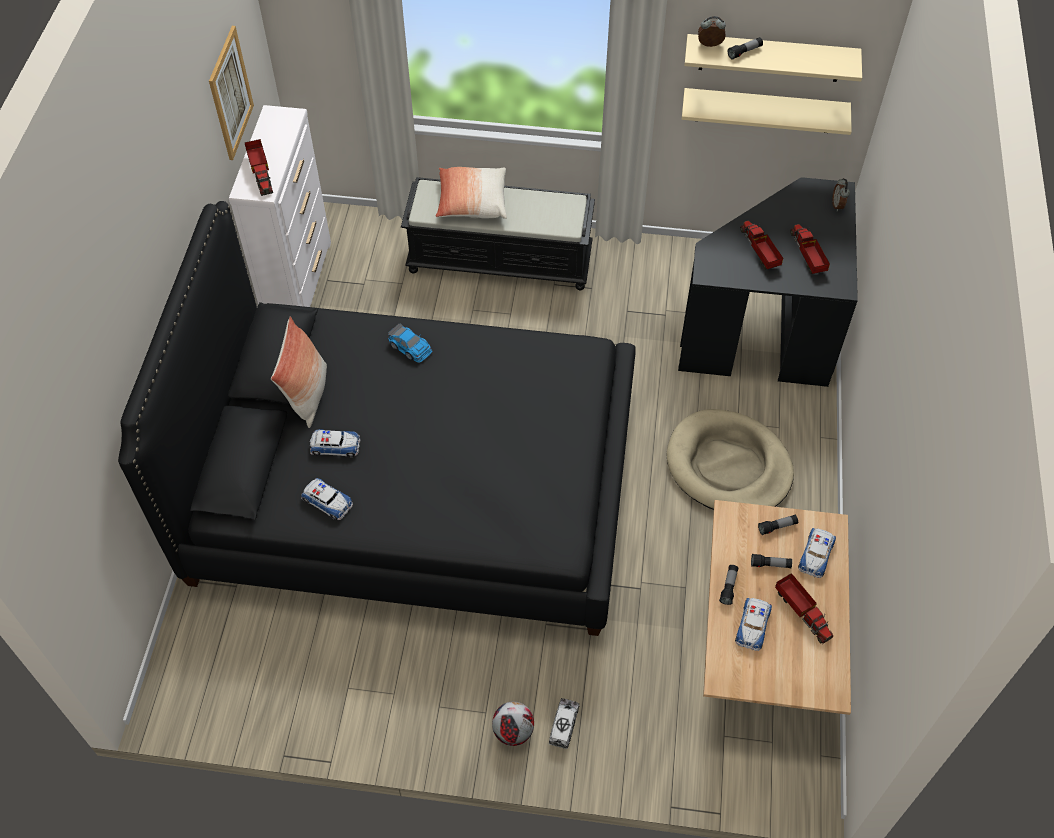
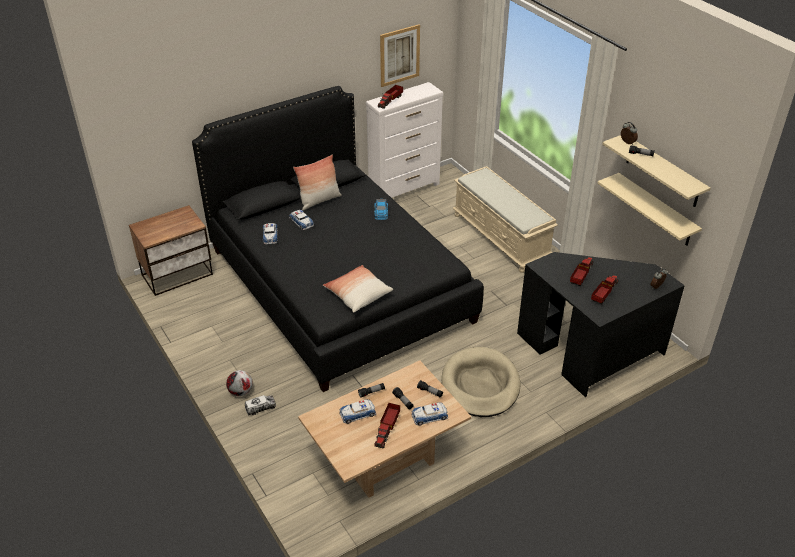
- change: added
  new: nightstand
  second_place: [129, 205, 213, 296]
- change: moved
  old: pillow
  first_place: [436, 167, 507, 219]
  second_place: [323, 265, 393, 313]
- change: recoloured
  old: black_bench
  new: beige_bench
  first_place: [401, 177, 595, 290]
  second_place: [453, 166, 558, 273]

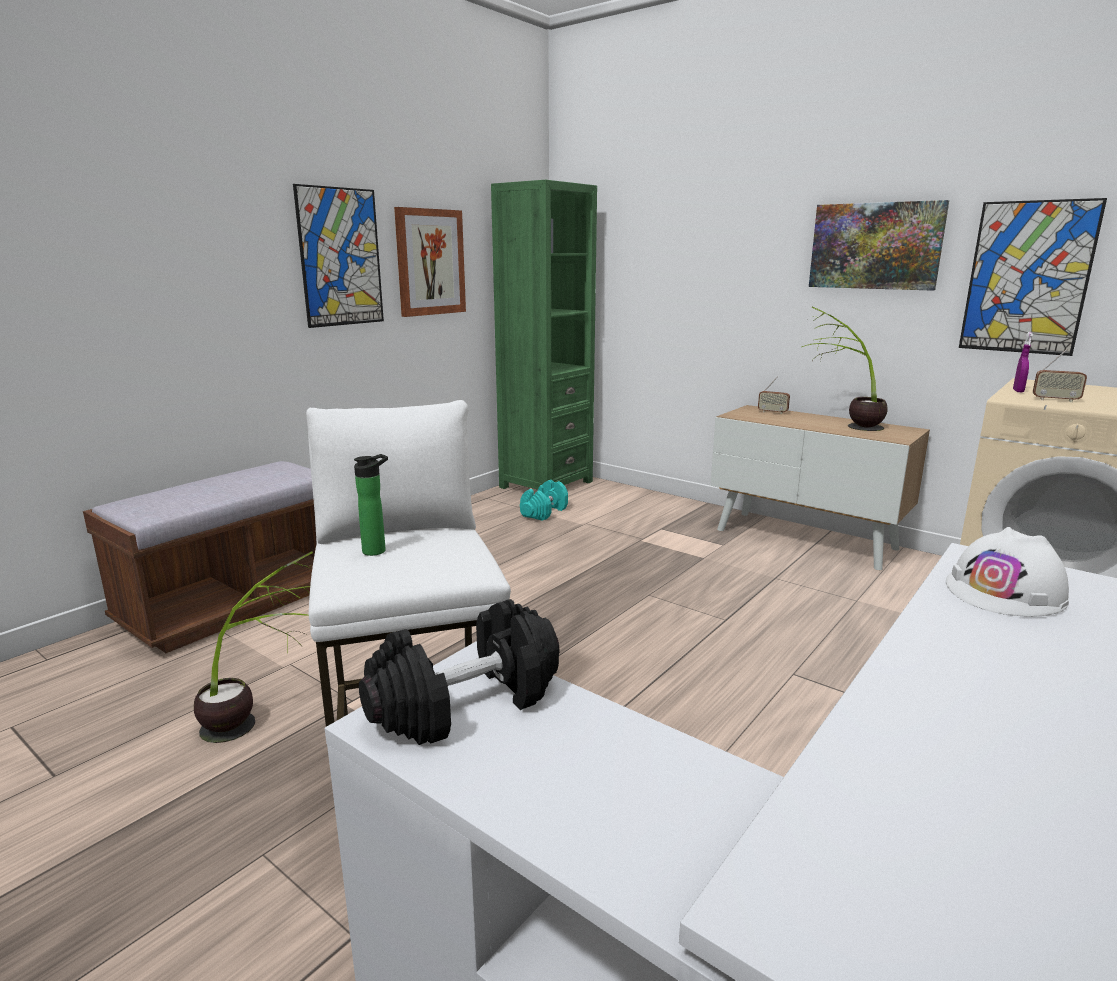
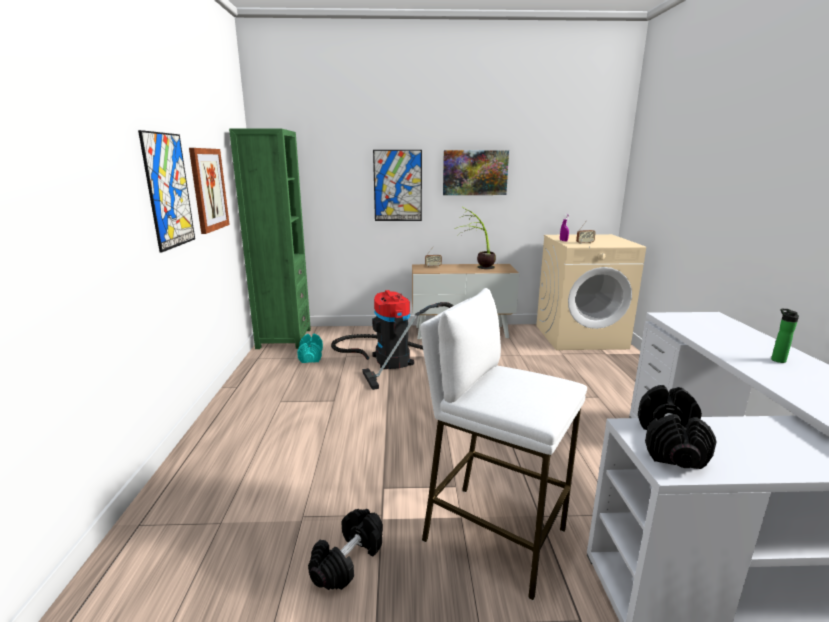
- change: replaced
  old: potted_plant
  new: black_dumbbell
  first_place: [194, 551, 313, 743]
  second_place: [308, 509, 383, 590]
- change: added
  new: vacuum_cleaner
  second_place: [331, 290, 453, 390]
- change: moved
  old: picture
  first_place: [959, 198, 1107, 356]
  second_place: [373, 150, 422, 221]
- change: moved
  old: bottle
  first_place: [354, 454, 388, 556]
  second_place: [771, 309, 799, 363]
- change: removed
  old: brown_bench
  first_place: [83, 461, 317, 653]
- change: removed
  old: white_hard_hat
  first_place: [946, 527, 1069, 617]

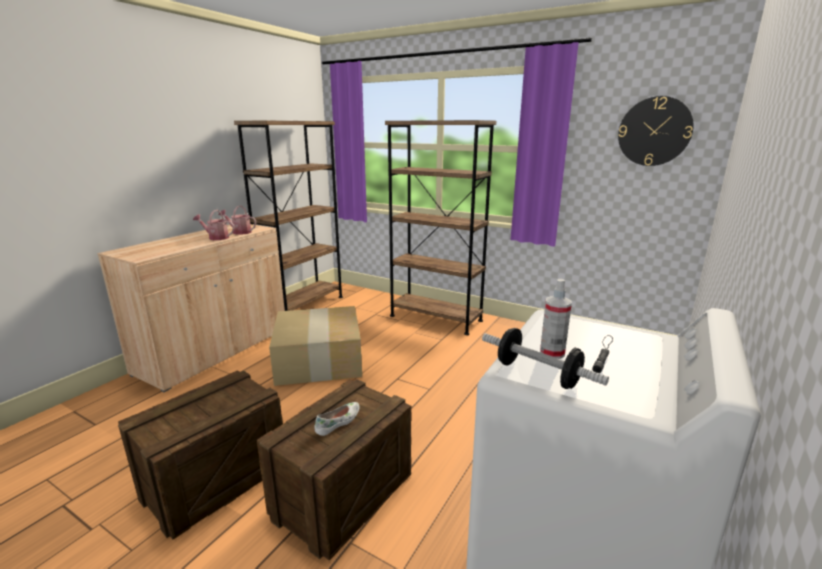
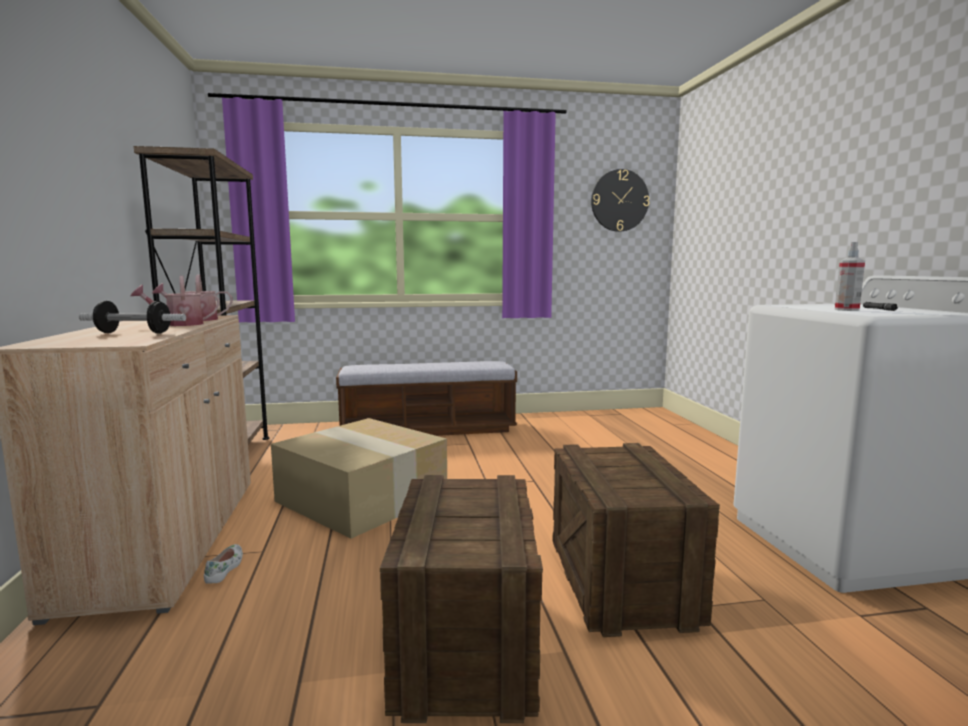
- change: moved
  old: dumbbell
  first_place: [482, 328, 609, 389]
  second_place: [79, 301, 186, 333]
- change: moved
  old: white_shoe
  first_place: [314, 402, 360, 436]
  second_place: [204, 544, 243, 583]
- change: replaced
  old: brown_bookcase
  new: bench
  first_place: [385, 120, 496, 335]
  second_place: [336, 361, 517, 436]

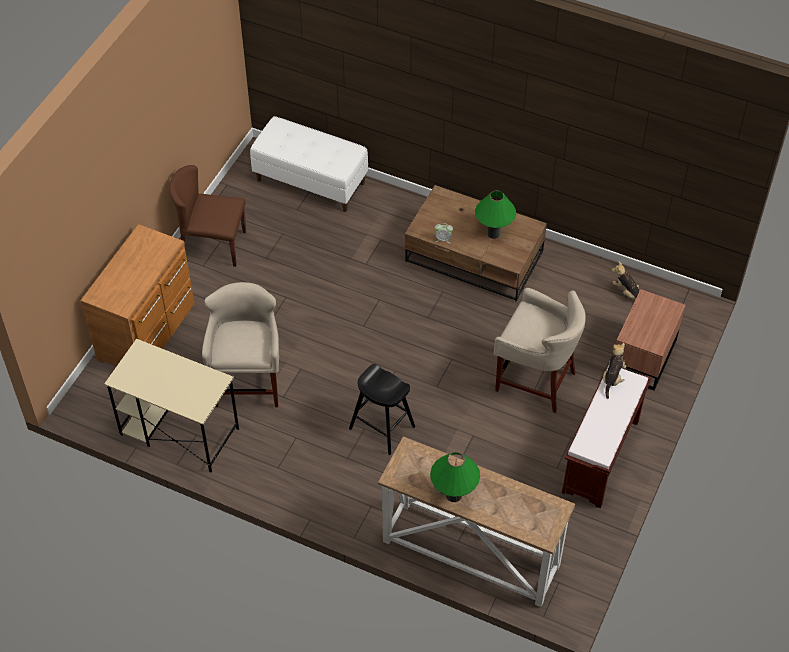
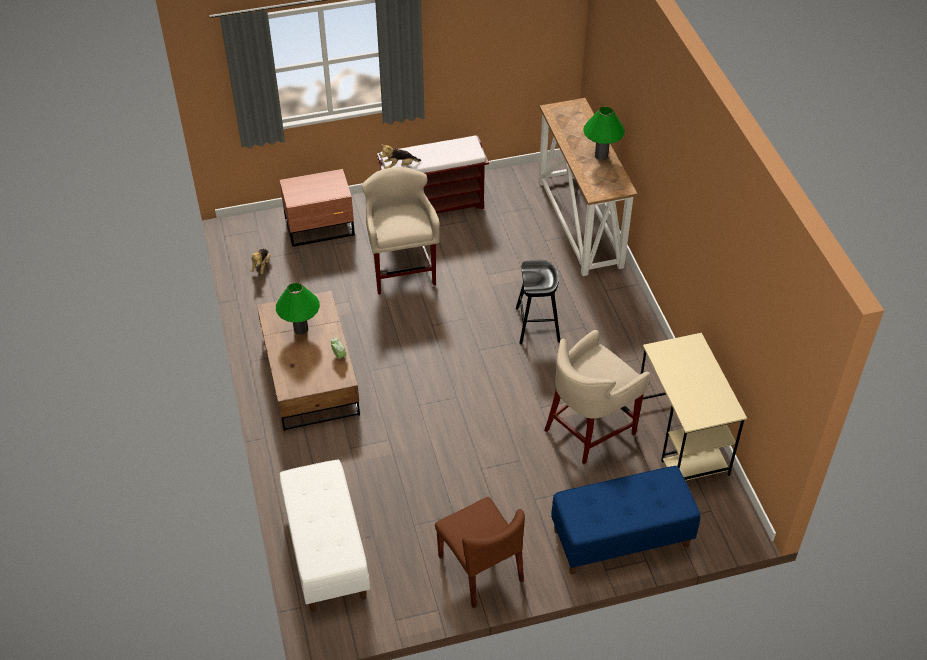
- change: replaced
  old: brown_dresser
  new: blue_bench
  first_place: [80, 224, 195, 366]
  second_place: [551, 466, 700, 575]

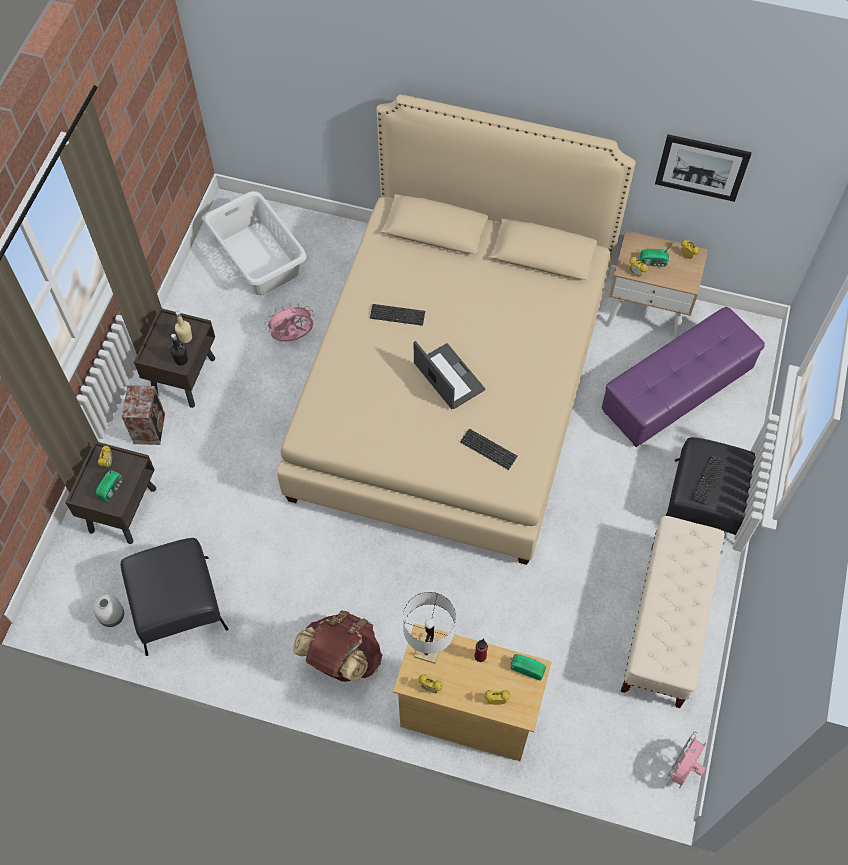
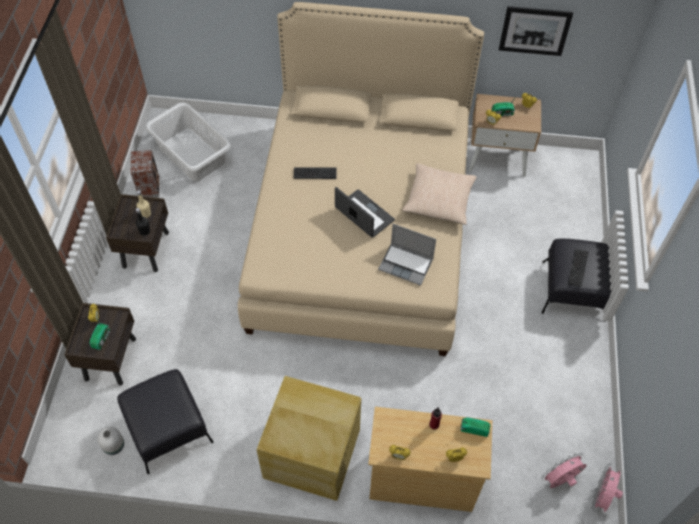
- change: moved
  old: speaker
  first_place: [122, 385, 165, 445]
  second_place: [131, 150, 159, 198]
- change: replaced
  old: brown_backpack
  new: beige_storage_box
  first_place: [293, 610, 382, 682]
  second_place: [256, 376, 361, 501]
- change: replaced
  old: keyboard
  new: laptop
  first_place: [460, 429, 517, 470]
  second_place: [378, 224, 436, 286]
- change: added
  new: beige_pillow
  second_place: [402, 164, 477, 225]
- change: moved
  old: pink_fan
  first_place: [265, 303, 314, 342]
  second_place: [541, 453, 587, 488]
- change: removed
  old: white_table_lamp
  first_place: [403, 592, 456, 664]
- change: removed
  old: purple_ottoman
  first_place: [602, 307, 765, 447]
- change: removed
  old: beige_bench
  first_place: [621, 516, 725, 708]

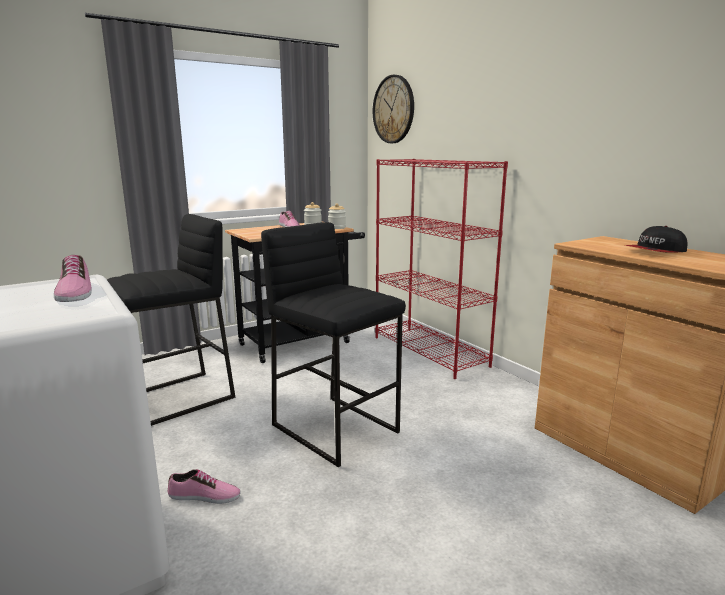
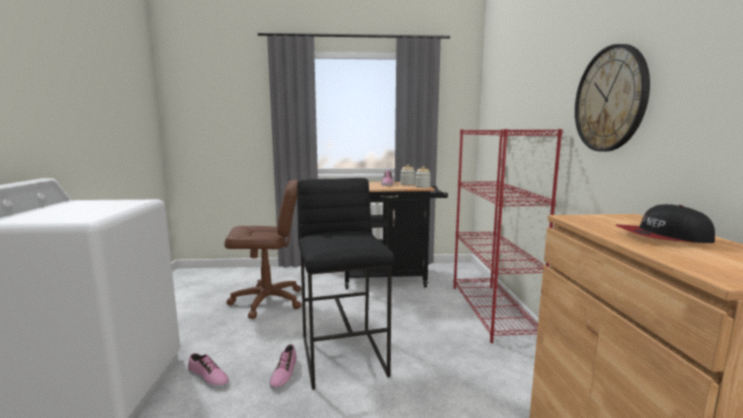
- change: replaced
  old: black_stool
  new: brown_office_chair
  first_place: [107, 214, 236, 426]
  second_place: [224, 180, 301, 319]
- change: moved
  old: shoe
  first_place: [54, 255, 92, 302]
  second_place: [269, 344, 297, 389]
- change: moved
  old: wall_clock
  first_place: [373, 75, 414, 143]
  second_place: [575, 44, 650, 152]

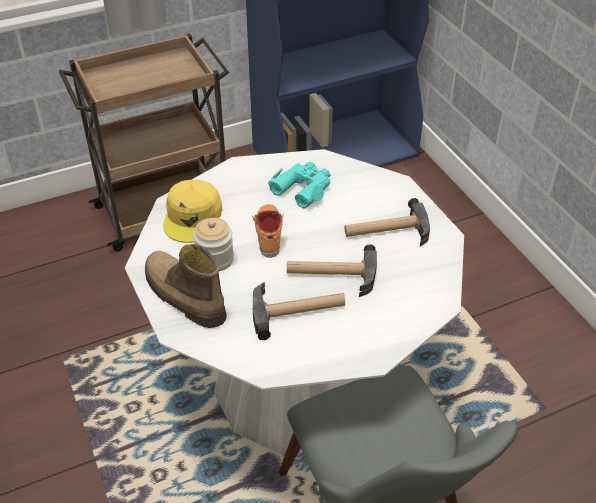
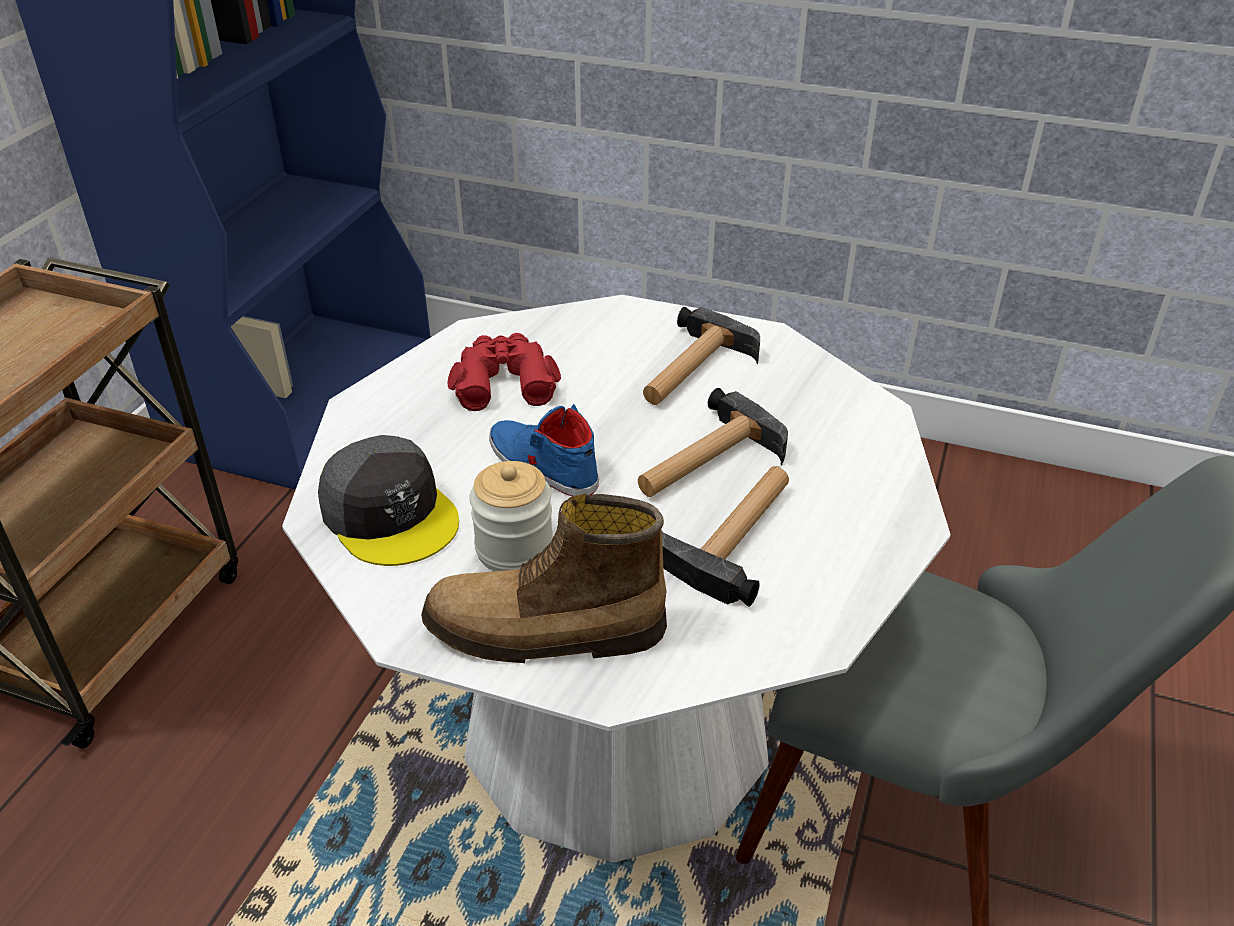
- change: recoloured
  old: yellow_cap
  new: grey_cap
  first_place: [163, 180, 222, 243]
  second_place: [318, 435, 459, 566]
- change: recoloured
  old: turquoise_binoculars
  new: red_binoculars
  first_place: [268, 162, 331, 209]
  second_place: [447, 333, 561, 411]
- change: recoloured
  old: orange_shoe
  new: blue_shoe
  first_place: [252, 204, 284, 258]
  second_place: [489, 404, 599, 496]

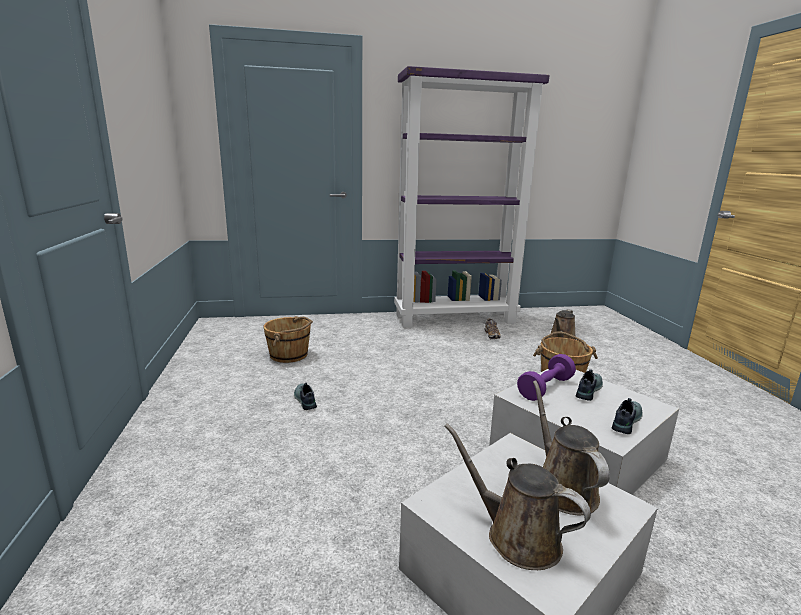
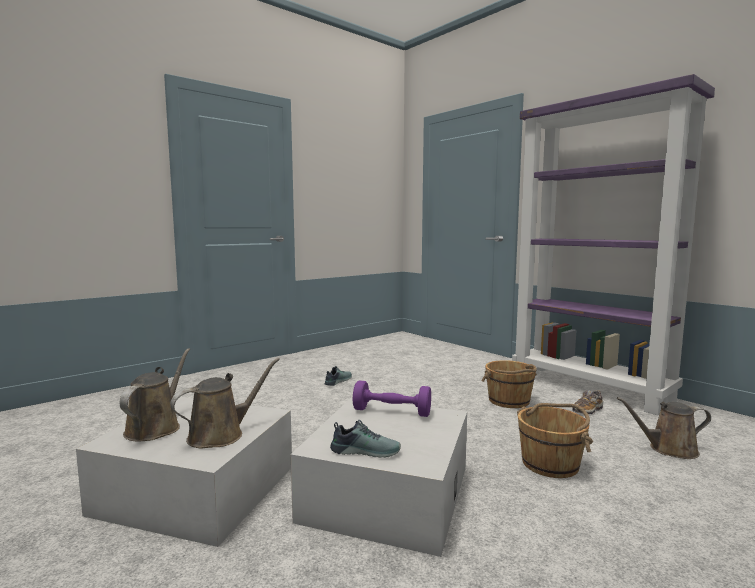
- change: moved
  old: brown_bucket
  first_place: [263, 316, 313, 363]
  second_place: [482, 360, 537, 408]
- change: removed
  old: shoe
  first_place: [576, 369, 603, 401]

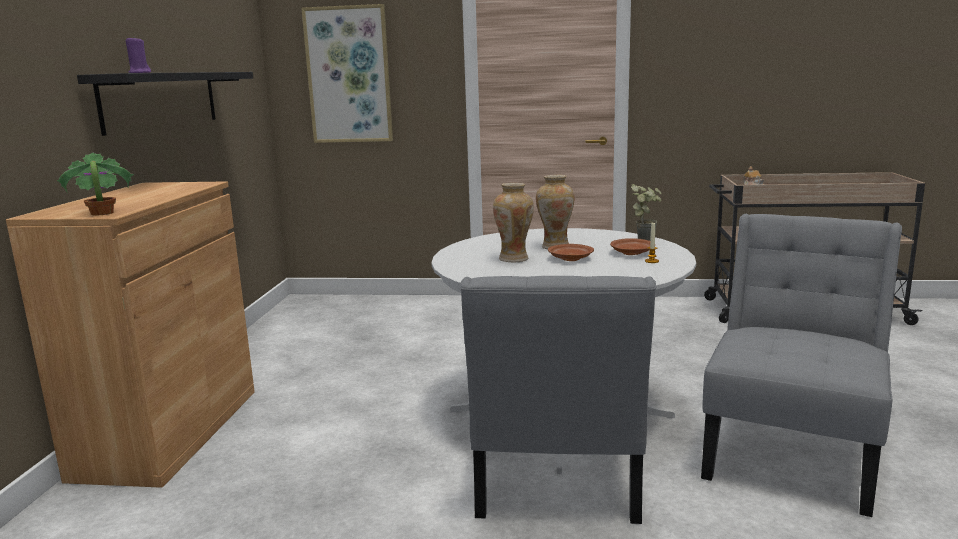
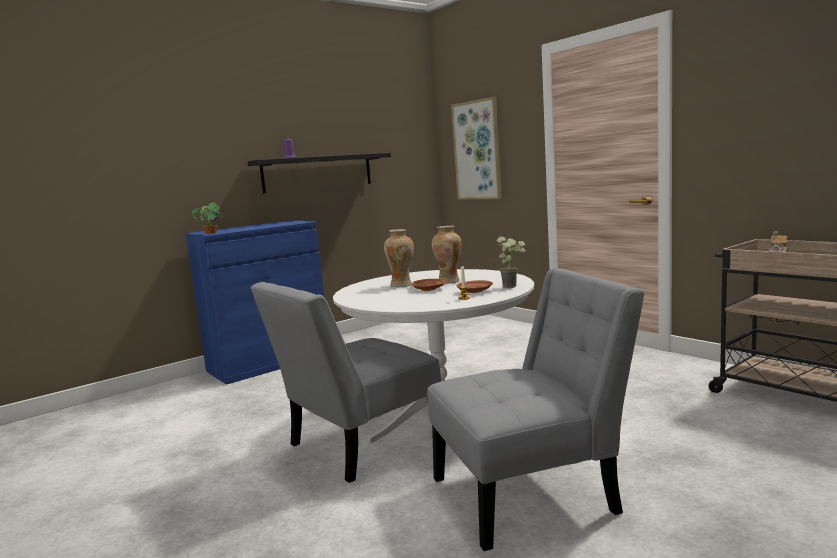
- change: recoloured
  old: brown_cabinet
  new: blue_cabinet
  first_place: [6, 181, 255, 488]
  second_place: [186, 220, 325, 385]

